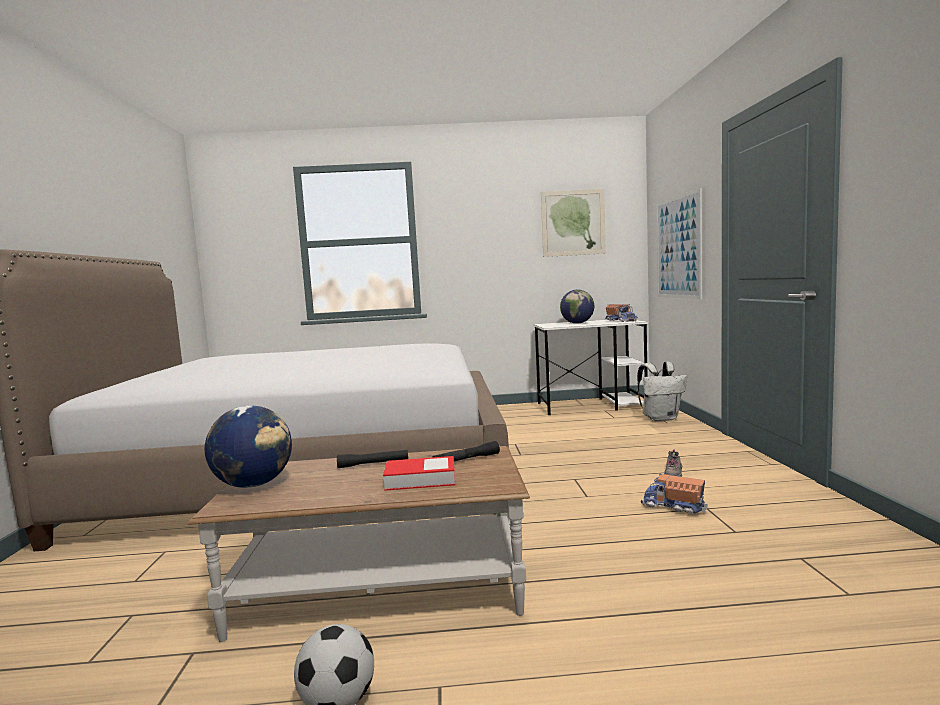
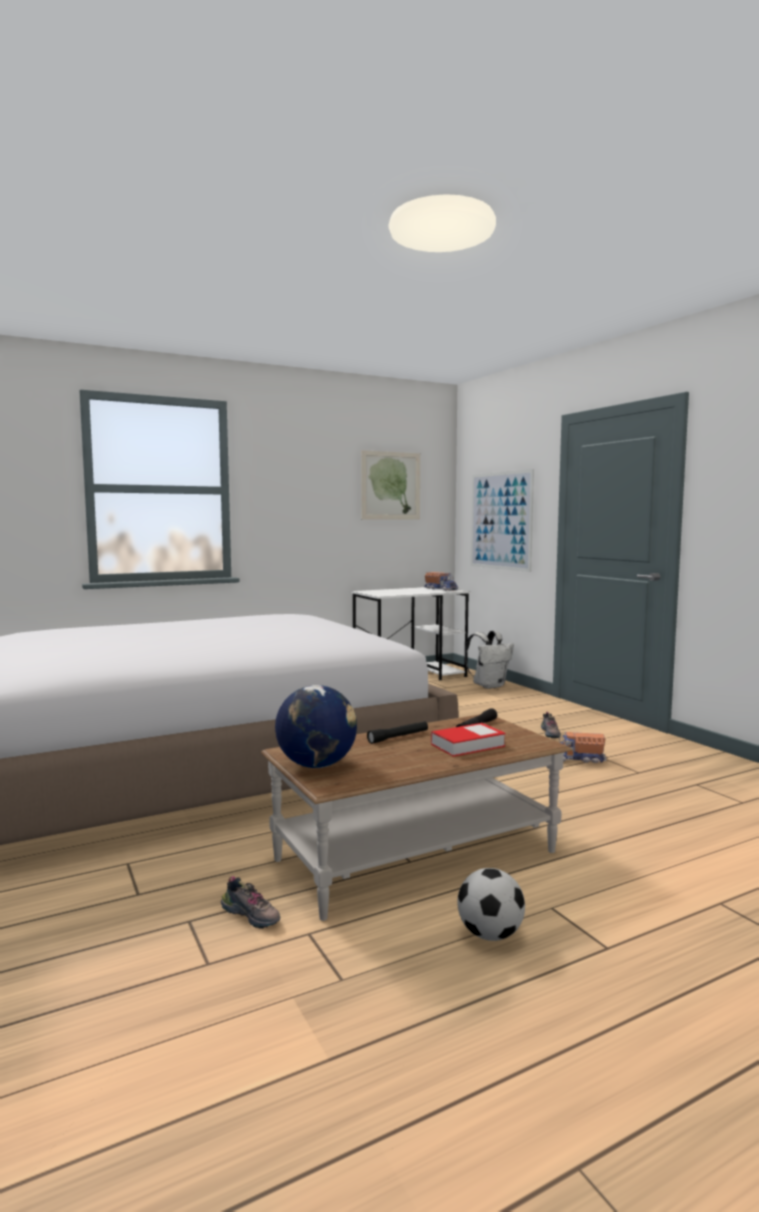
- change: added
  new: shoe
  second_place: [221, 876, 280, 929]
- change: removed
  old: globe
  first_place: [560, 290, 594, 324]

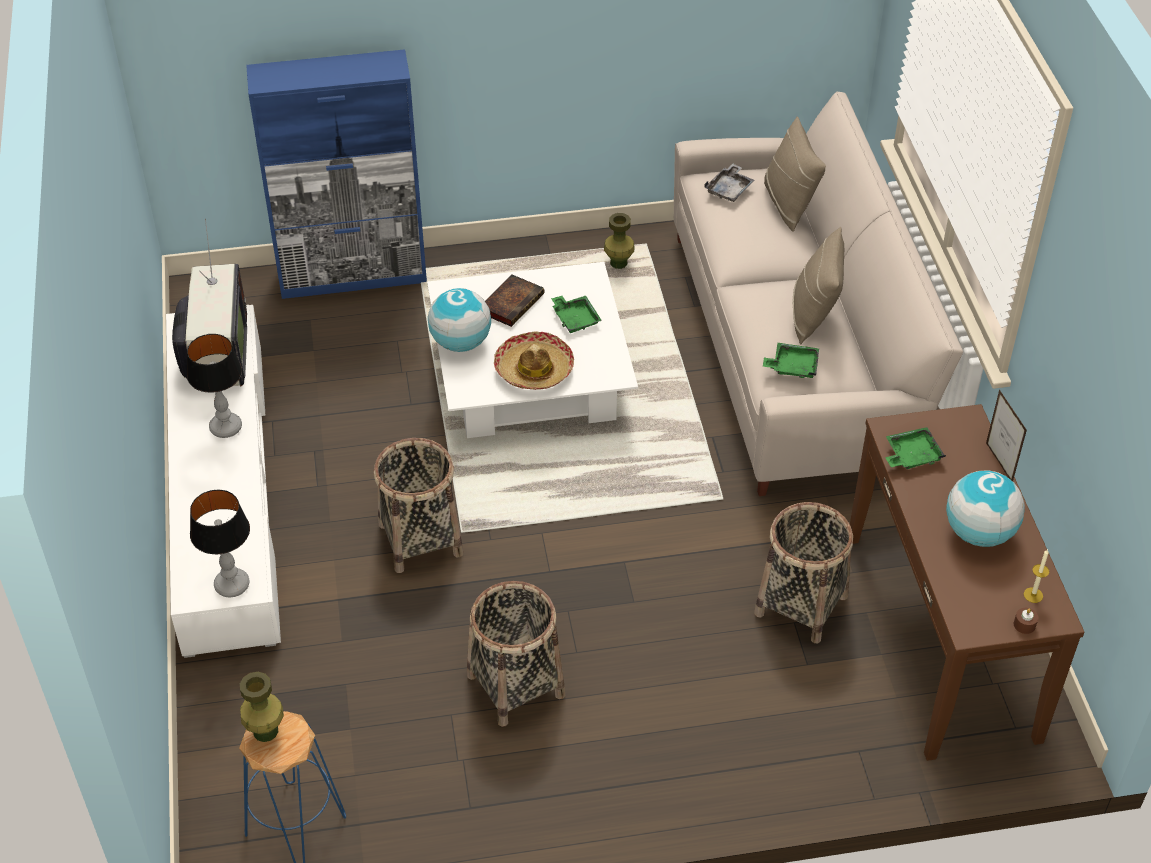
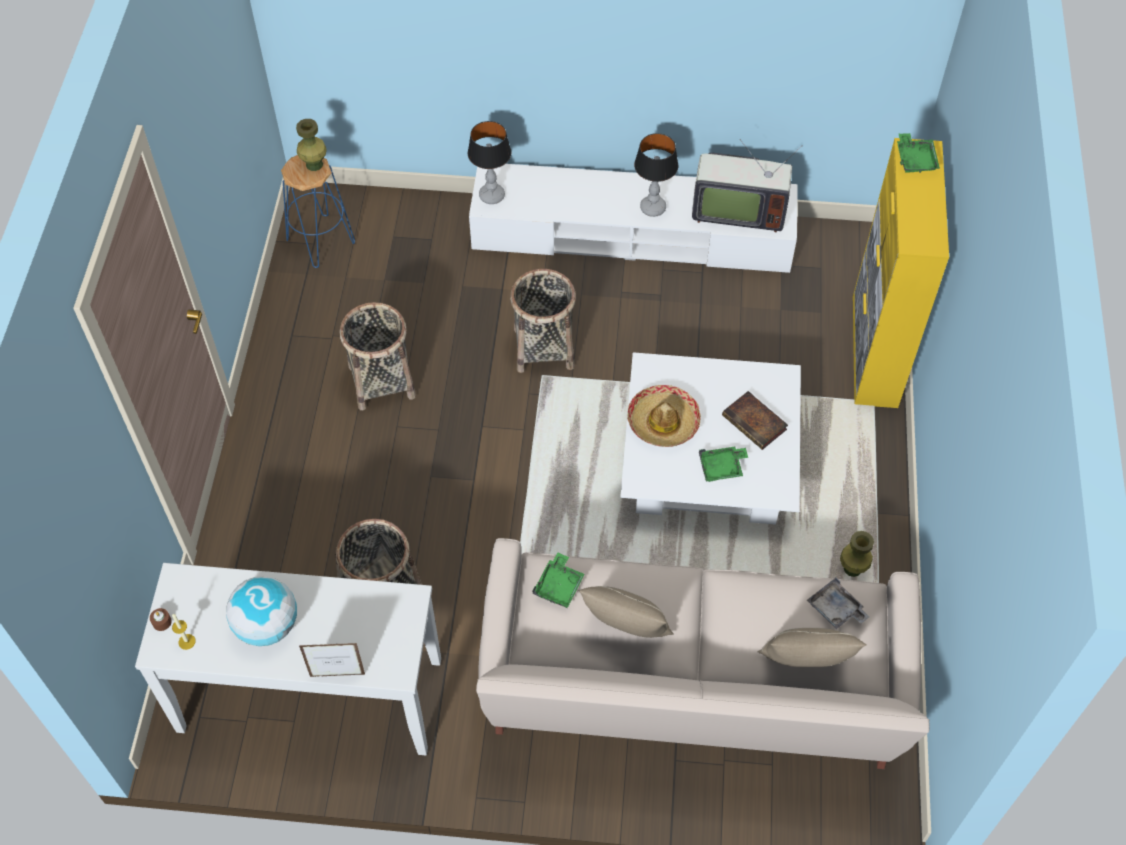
- change: recoloured
  old: brown_console_table
  new: white_console_table
  first_place: [850, 404, 1084, 761]
  second_place: [135, 563, 441, 755]
- change: recoloured
  old: blue_cabinet
  new: yellow_cabinet
  first_place: [246, 49, 427, 299]
  second_place: [853, 138, 949, 408]
- change: moved
  old: green_tray
  first_place: [885, 427, 946, 469]
  second_place: [897, 133, 940, 173]
- change: removed
  old: globe
  first_place: [428, 288, 491, 352]

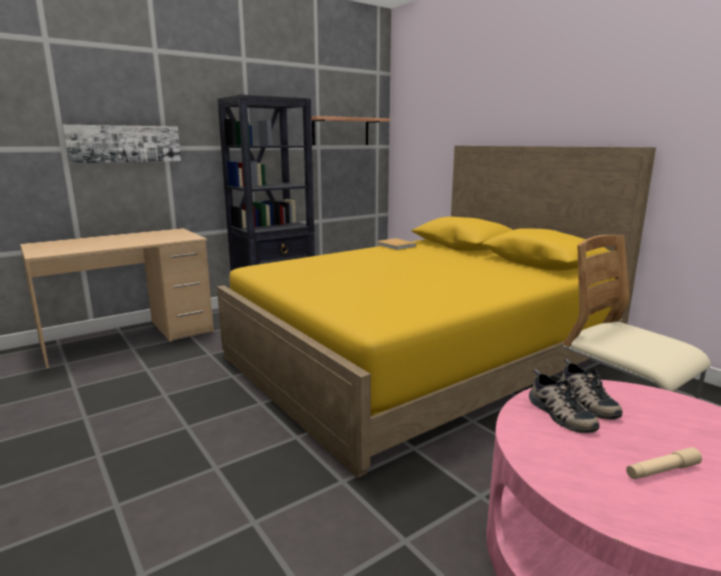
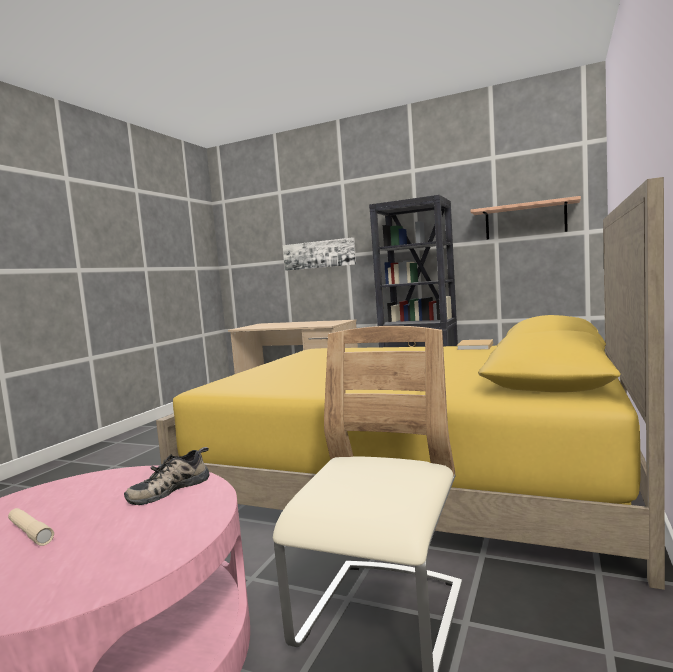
- change: removed
  old: shoe
  first_place: [529, 369, 600, 433]

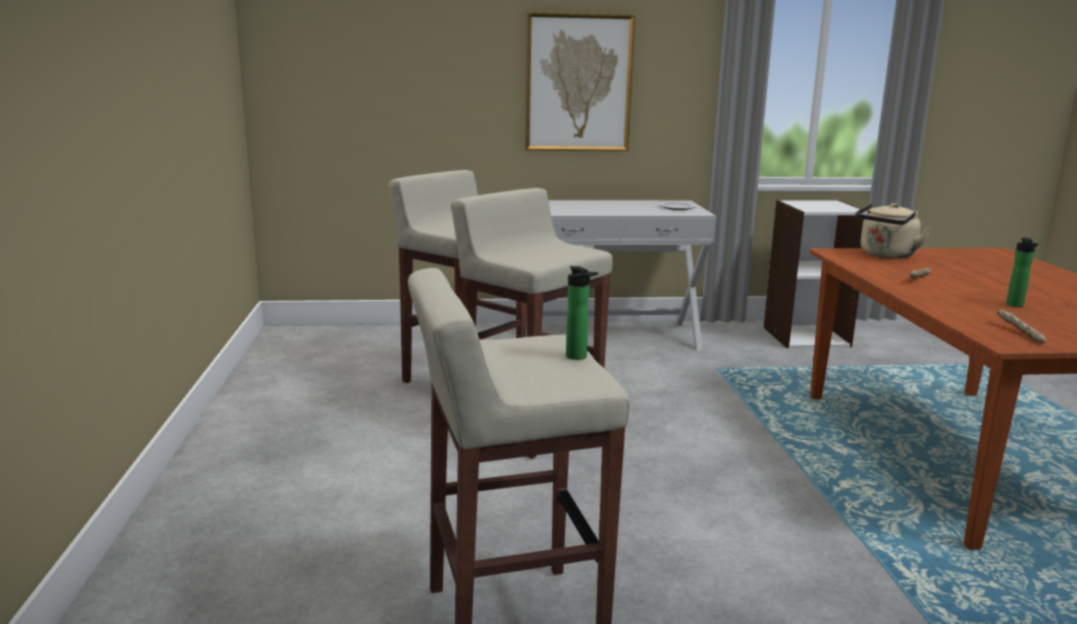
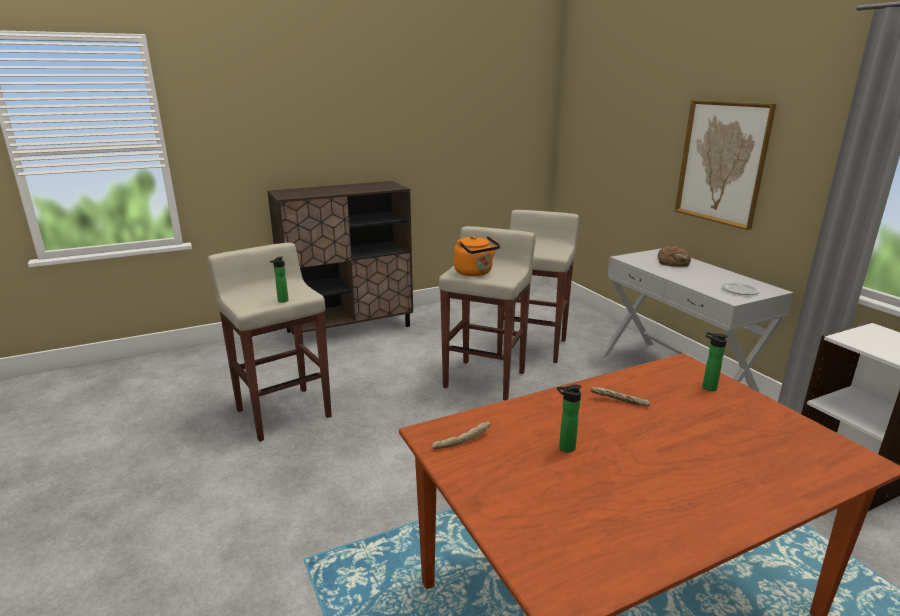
- change: added
  new: brown_cabinet
  second_place: [267, 181, 413, 339]
- change: added
  new: orange_kettle
  second_place: [454, 236, 500, 276]
- change: added
  new: bread
  second_place: [658, 245, 691, 267]
- change: replaced
  old: beige_kettle
  new: bottle
  first_place: [856, 203, 931, 259]
  second_place: [702, 332, 728, 391]

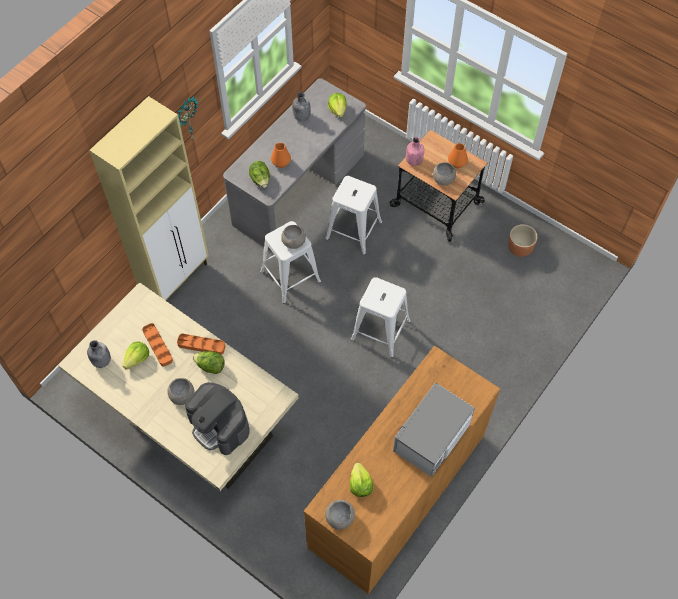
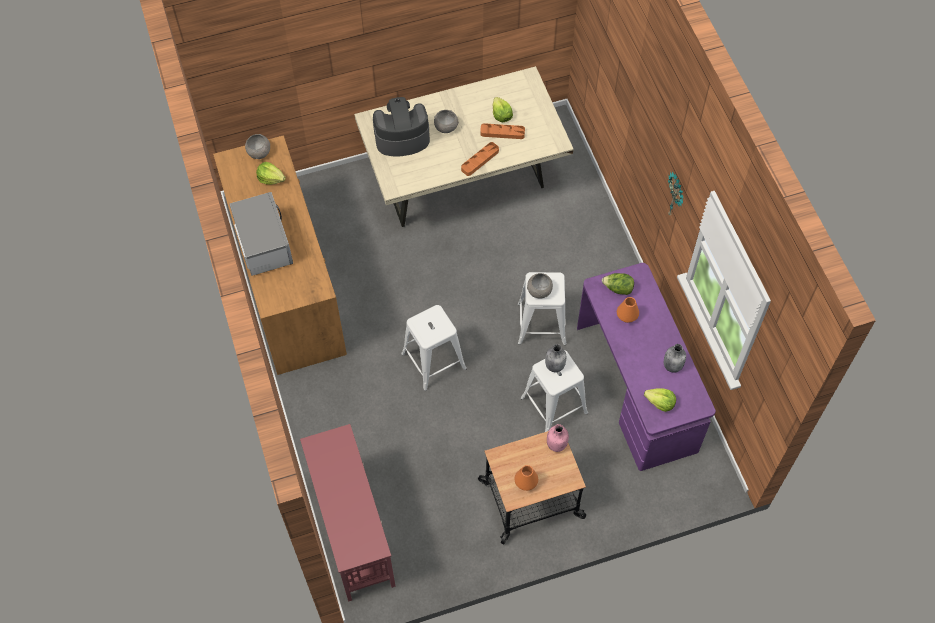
- change: added
  new: red_console_table
  second_place: [300, 424, 396, 602]
- change: moved
  old: grey_bottle
  first_place: [87, 340, 111, 368]
  second_place: [545, 344, 566, 372]
- change: recoloured
  old: grey_desk
  new: purple_desk
  first_place: [223, 78, 366, 252]
  second_place: [577, 263, 716, 471]
- change: removed
  old: beige_cabinet
  first_place: [89, 96, 209, 301]
- change: removed
  old: lettuce
  first_place: [192, 351, 225, 374]
- change: removed
  old: grey_bowl
  first_place: [433, 162, 456, 186]
- change: removed
  old: brown_planter
  first_place: [508, 224, 538, 257]

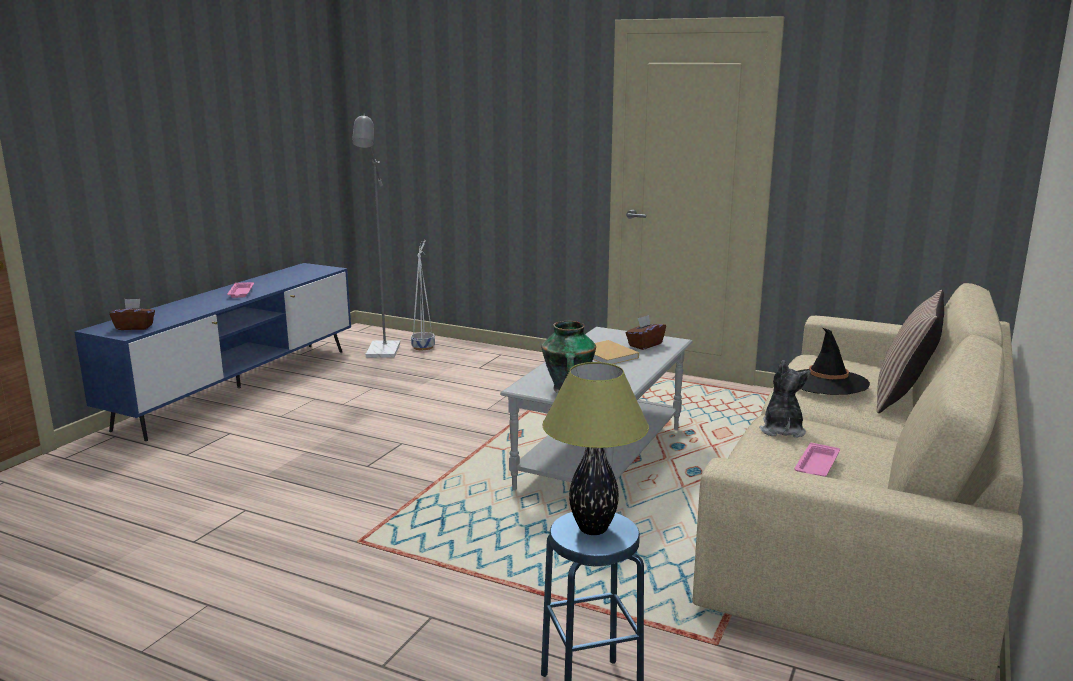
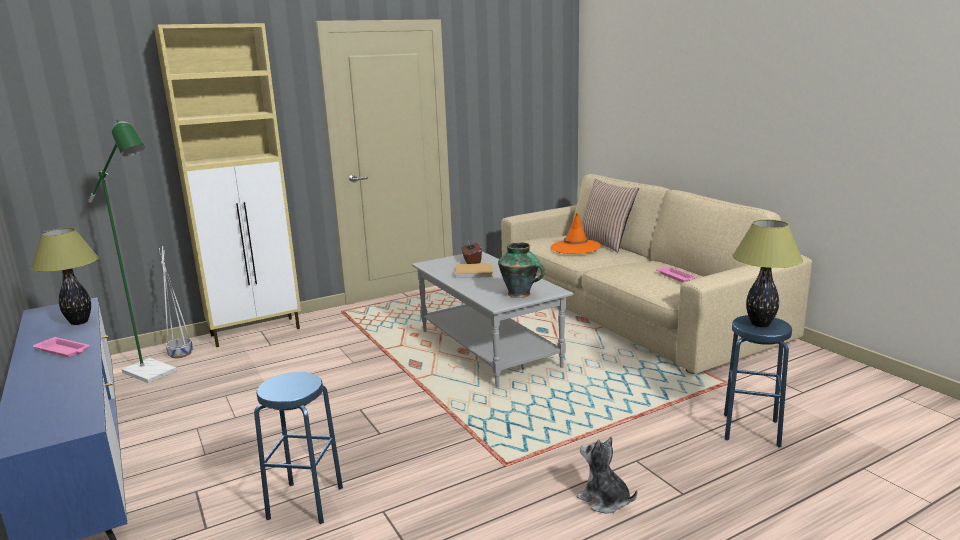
- change: added
  new: table_lamp
  second_place: [31, 228, 99, 325]
- change: recoloured
  old: grey_floor_lamp
  new: green_floor_lamp
  first_place: [352, 113, 400, 358]
  second_place: [88, 119, 177, 383]
- change: added
  new: beige_cabinet
  second_place: [154, 23, 301, 347]
- change: added
  new: blue_stool
  second_place: [254, 372, 343, 524]
- change: recoloured
  old: black_hat
  new: orange_hat
  first_place: [797, 328, 870, 395]
  second_place: [551, 213, 601, 254]
- change: moved
  old: plush_toy
  first_place: [759, 360, 811, 437]
  second_place: [576, 437, 637, 513]
- change: removed
  old: brown_tissue_box
  first_place: [109, 299, 155, 330]

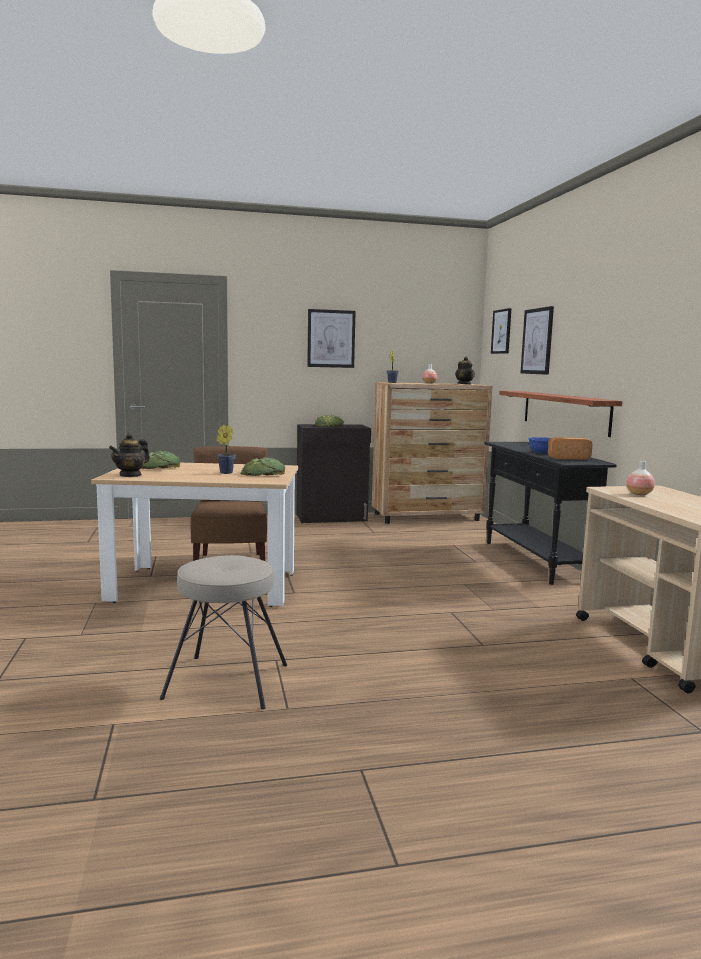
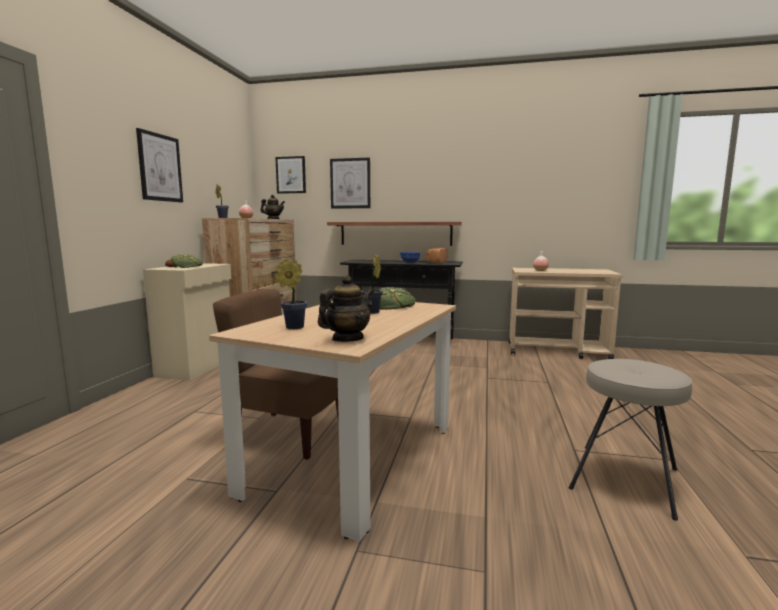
- change: recoloured
  old: black_cabinet
  new: beige_cabinet
  first_place: [297, 424, 371, 523]
  second_place: [143, 263, 231, 381]
- change: replaced
  old: bread
  new: potted_plant
  first_place: [142, 451, 180, 469]
  second_place: [275, 259, 307, 329]
- change: turned
  old: teapot
  first_place: [109, 433, 150, 477]
  second_place: [318, 275, 374, 342]
  degrees: -105

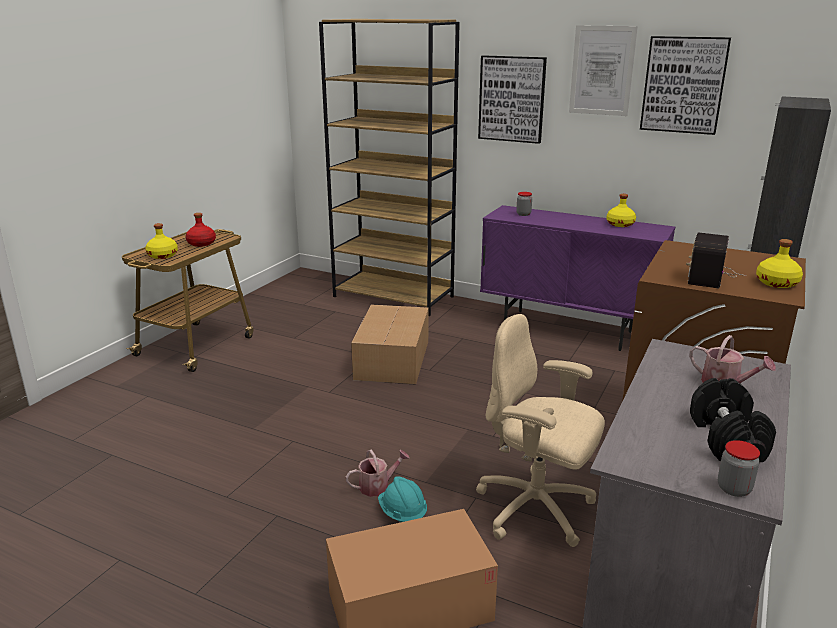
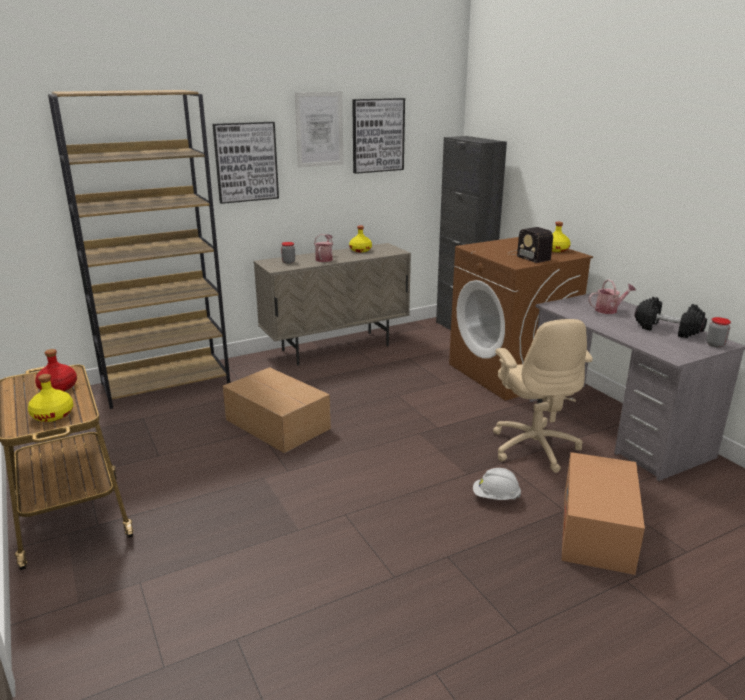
- change: recoloured
  old: purple_cabinet
  new: beige_cabinet
  first_place: [480, 205, 675, 351]
  second_place: [253, 243, 411, 366]
- change: moved
  old: watering_can
  first_place: [346, 449, 410, 497]
  second_place: [314, 234, 333, 262]
- change: recoloured
  old: turquoise_hard_hat
  new: white_hard_hat
  first_place: [378, 476, 427, 522]
  second_place: [473, 468, 521, 500]
- change: turned
  old: beige_office_chair
  first_place: [476, 314, 605, 547]
  second_place: [493, 319, 593, 473]
  degrees: -75

